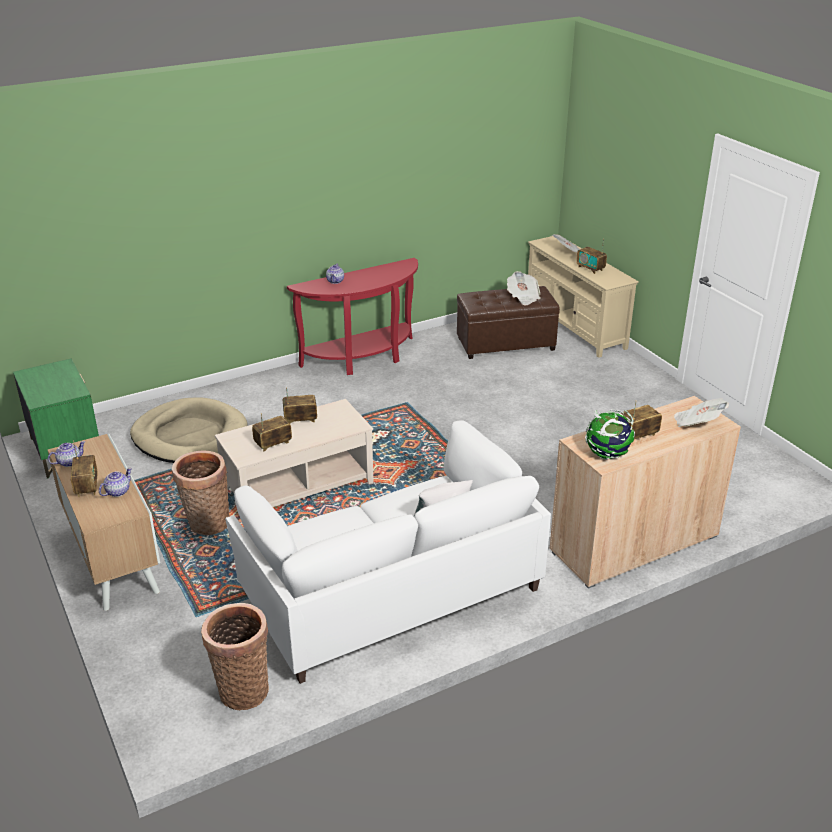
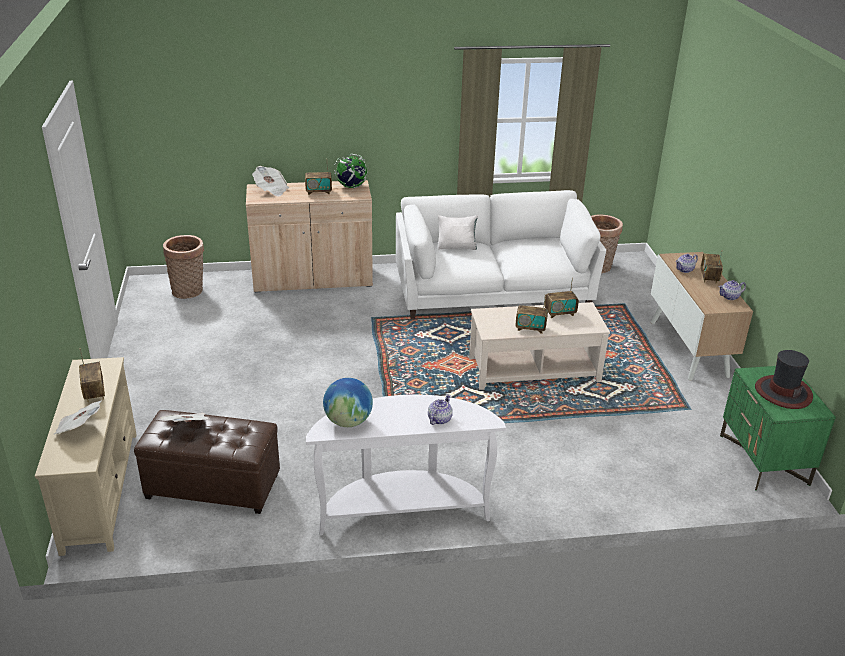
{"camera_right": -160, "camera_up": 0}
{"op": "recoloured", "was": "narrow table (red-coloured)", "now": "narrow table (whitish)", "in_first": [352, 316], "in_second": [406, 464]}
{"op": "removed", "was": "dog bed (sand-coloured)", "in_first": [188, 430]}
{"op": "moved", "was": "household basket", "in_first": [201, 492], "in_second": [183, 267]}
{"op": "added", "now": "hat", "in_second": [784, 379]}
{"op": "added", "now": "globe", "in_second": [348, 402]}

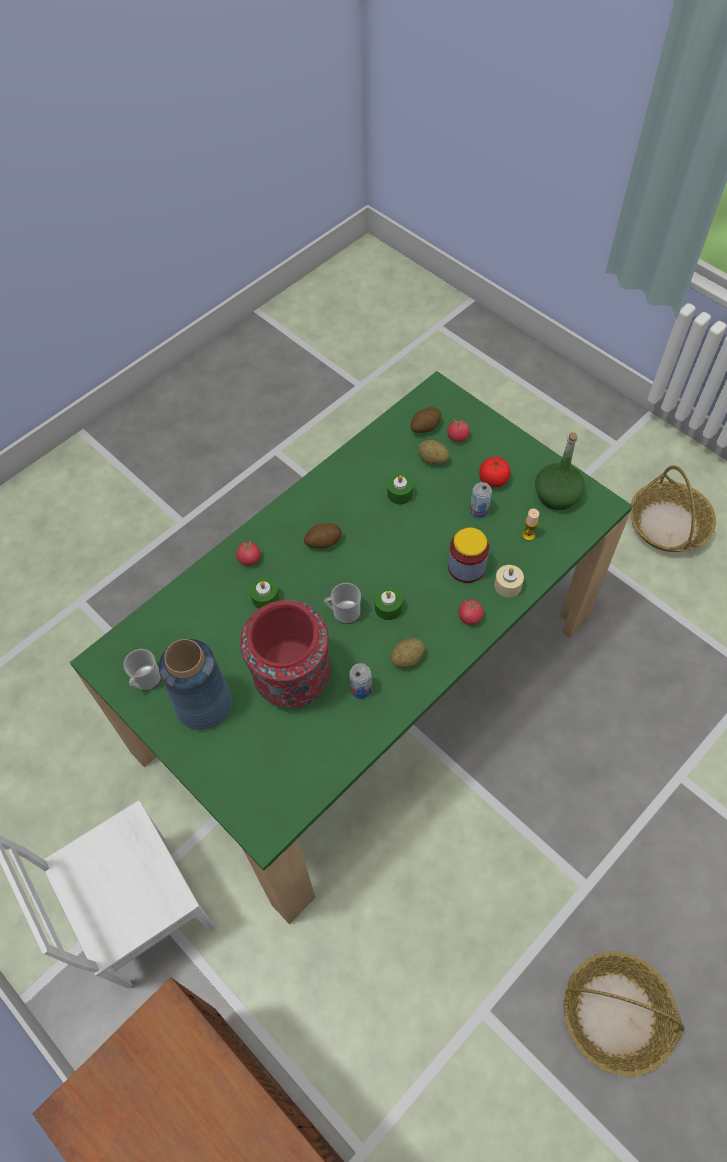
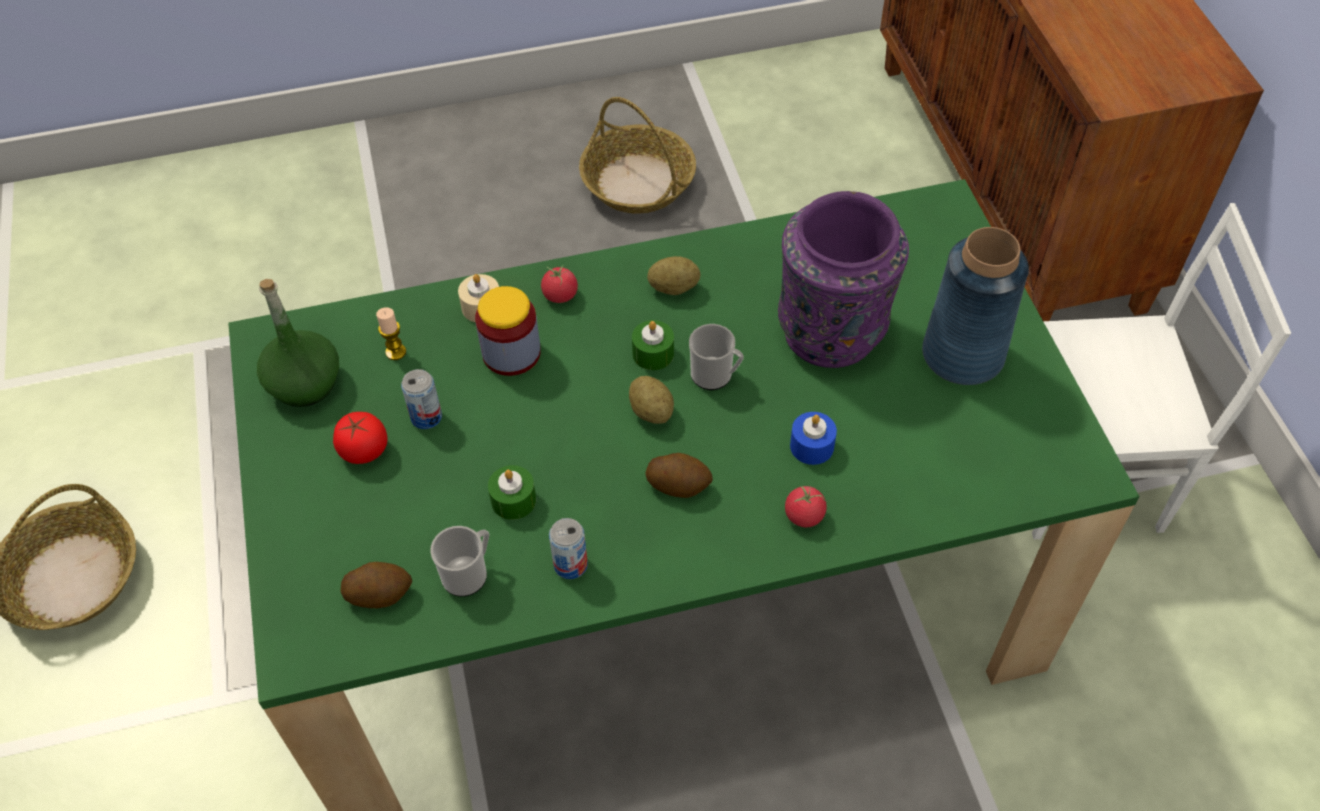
{"camera_right": -150, "camera_up": -5}
{"op": "removed", "was": "whole tomato", "in_first": [458, 430]}
{"op": "moved", "was": "whole potato", "in_first": [433, 452], "in_second": [651, 400]}
{"op": "recoloured", "was": "wax light (green-coloured)", "now": "wax light (blue-coloured)", "in_first": [264, 593], "in_second": [813, 438]}
{"op": "recoloured", "was": "flower vase (red-coloured)", "now": "flower vase (purple-coloured)", "in_first": [285, 654], "in_second": [843, 279]}
{"op": "moved", "was": "tea mug", "in_first": [142, 670], "in_second": [459, 561]}
{"op": "moved", "was": "metal can", "in_first": [360, 681], "in_second": [568, 548]}

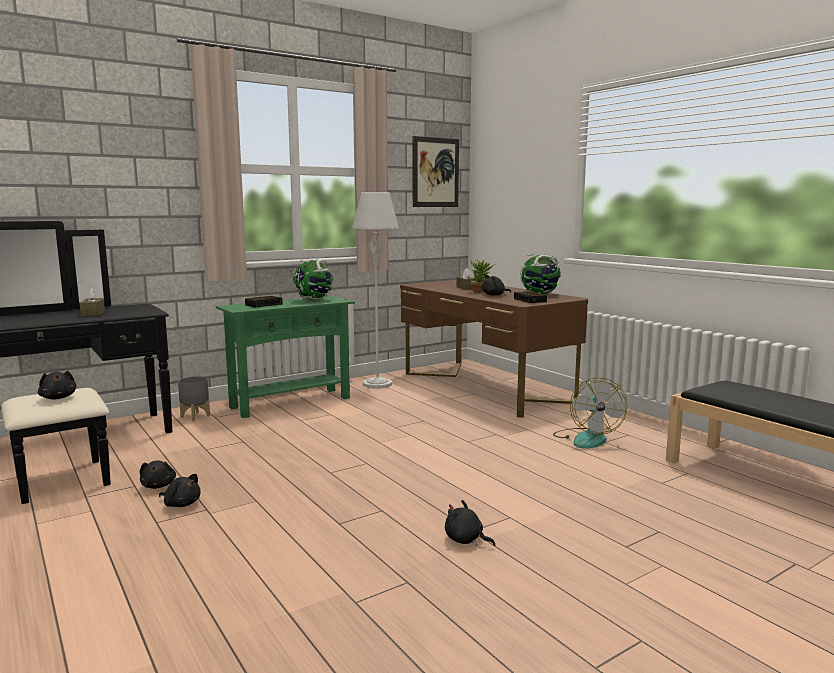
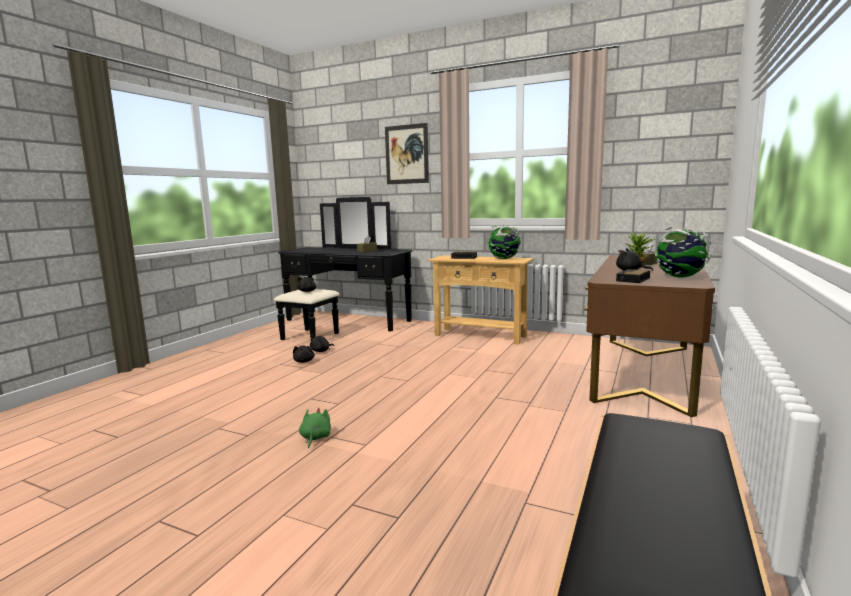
{"camera_right": 60, "camera_up": 0}
{"op": "moved", "was": "picture", "in_first": [436, 171], "in_second": [407, 153]}
{"op": "removed", "was": "standing lamp (greyish)", "in_first": [375, 290]}
{"op": "recoloured", "was": "narrow table (green-coloured)", "now": "narrow table (sand-coloured)", "in_first": [285, 357], "in_second": [480, 299]}
{"op": "removed", "was": "flower pot (greyish)", "in_first": [194, 398]}
{"op": "removed", "was": "fan", "in_first": [590, 413]}
{"op": "recoloured", "was": "soft toy (black)", "now": "soft toy (green-coloured)", "in_first": [470, 523], "in_second": [315, 428]}

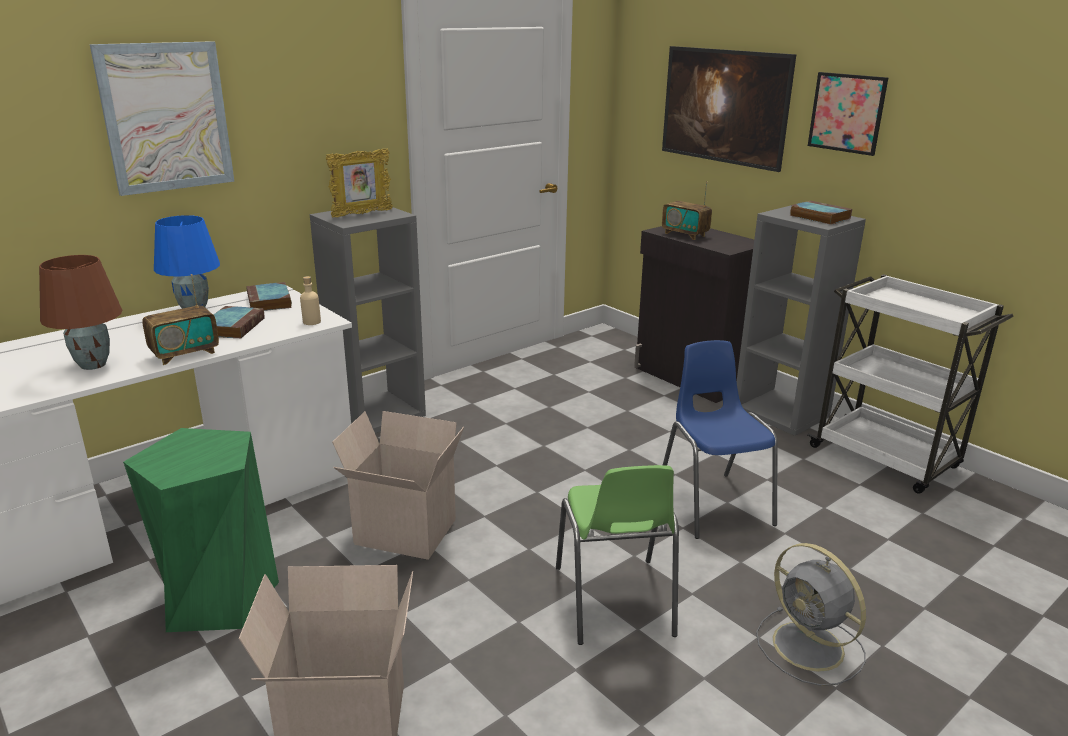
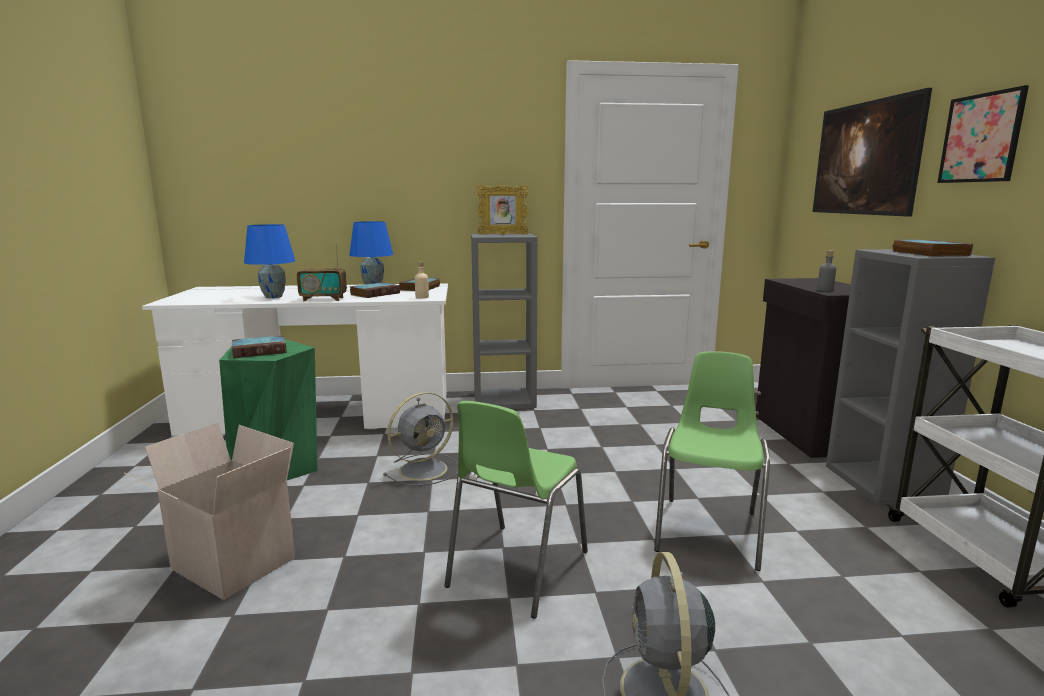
{"camera_right": 35, "camera_up": -10}
{"op": "removed", "was": "picture", "in_first": [162, 118]}
{"op": "removed", "was": "radio", "in_first": [687, 210]}
{"op": "recoloured", "was": "table lamp (brown)", "now": "table lamp (blue-coloured)", "in_first": [80, 312], "in_second": [269, 261]}
{"op": "recoloured", "was": "upright chair (blue-coloured)", "now": "upright chair (green-coloured)", "in_first": [720, 439], "in_second": [712, 461]}
{"op": "replaced", "was": "cardboard box", "now": "fan (greyish)", "in_first": [398, 485], "in_second": [420, 439]}
{"op": "added", "now": "beverage bottle (greyish)", "in_second": [826, 270]}
{"op": "added", "now": "book", "in_second": [259, 346]}

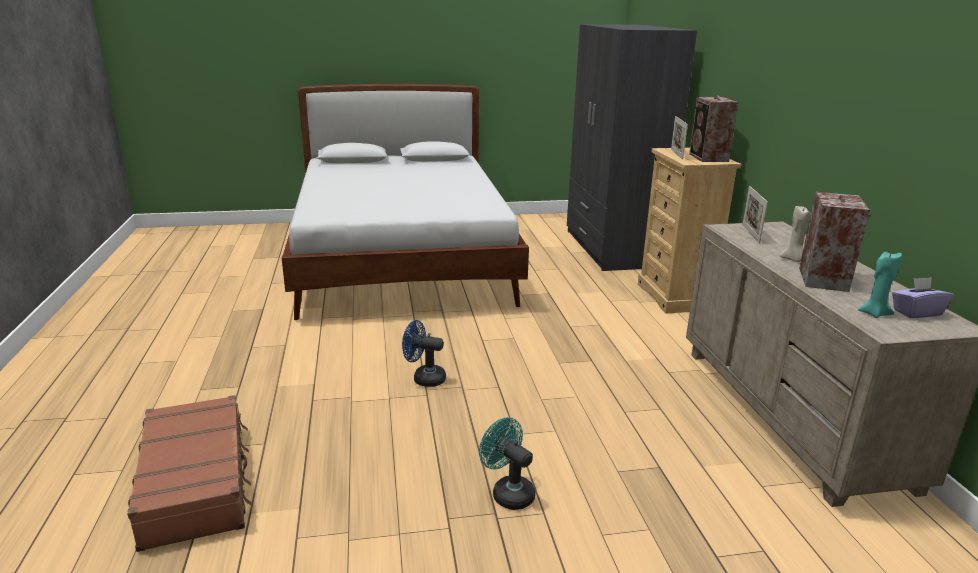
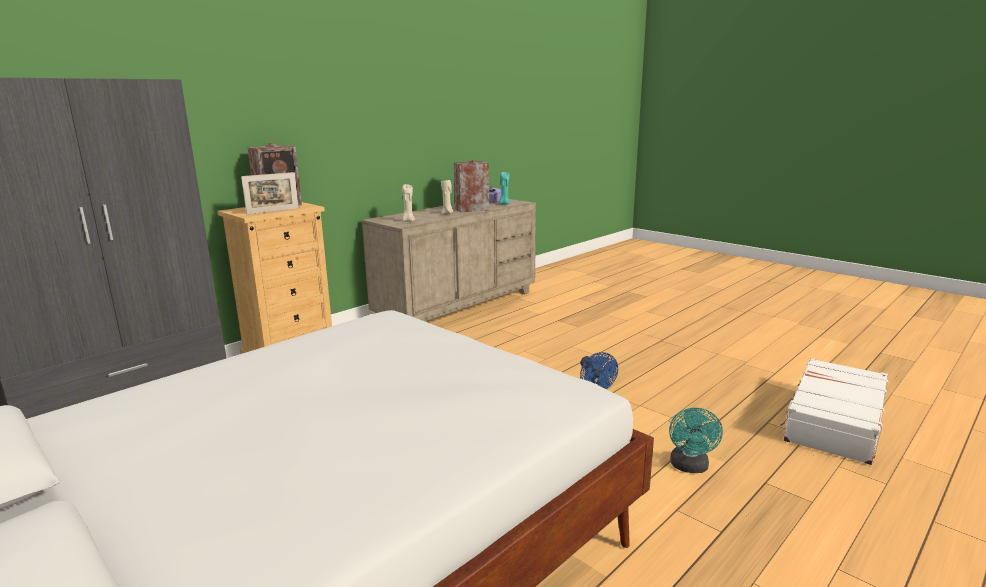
{"camera_right": -125, "camera_up": -5}
{"op": "replaced", "was": "photo frame", "now": "wax light (sand-coloured)", "in_first": [755, 215], "in_second": [408, 202]}
{"op": "recoloured", "was": "travel case (brown)", "now": "travel case (whitish)", "in_first": [189, 473], "in_second": [834, 411]}
{"op": "moved", "was": "fan (turquoise-coloured)", "in_first": [507, 463], "in_second": [696, 440]}

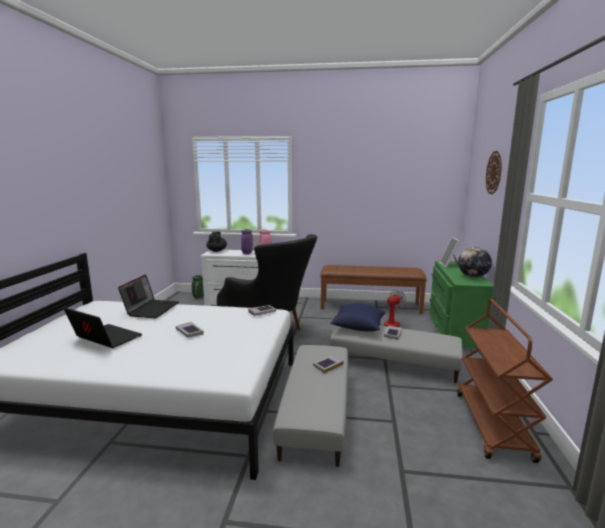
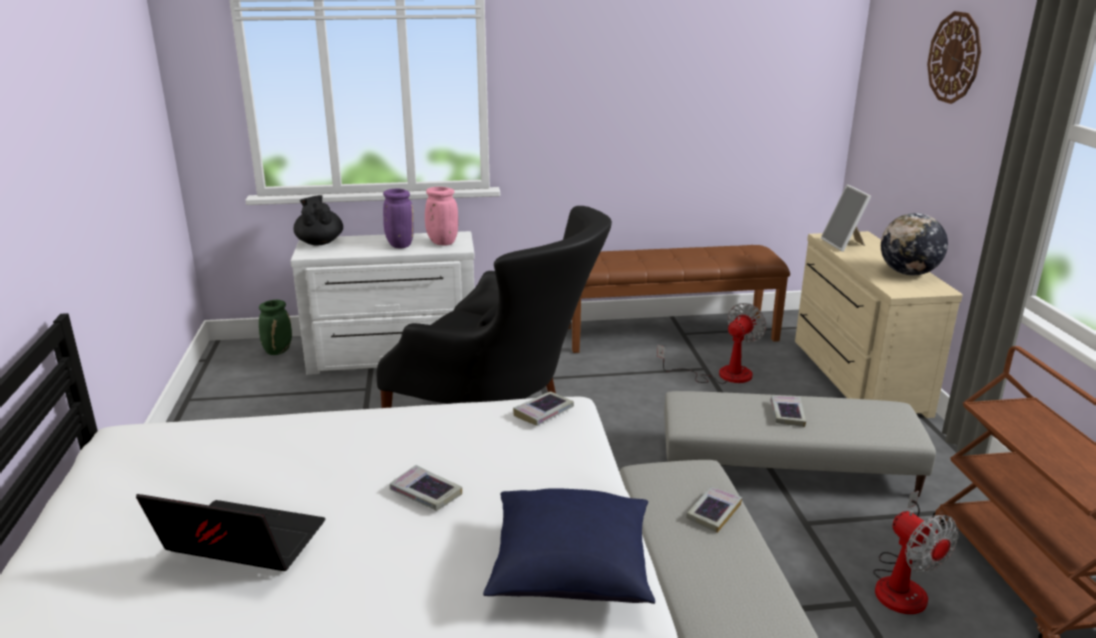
{"camera_right": -15, "camera_up": 10}
{"op": "recoloured", "was": "dresser (green-coloured)", "now": "dresser (sand-coloured)", "in_first": [461, 305], "in_second": [879, 324]}
{"op": "removed", "was": "portable computer", "in_first": [148, 296]}
{"op": "moved", "was": "pillow (blue-coloured)", "in_first": [358, 317], "in_second": [569, 546]}
{"op": "added", "now": "fan", "in_second": [916, 552]}

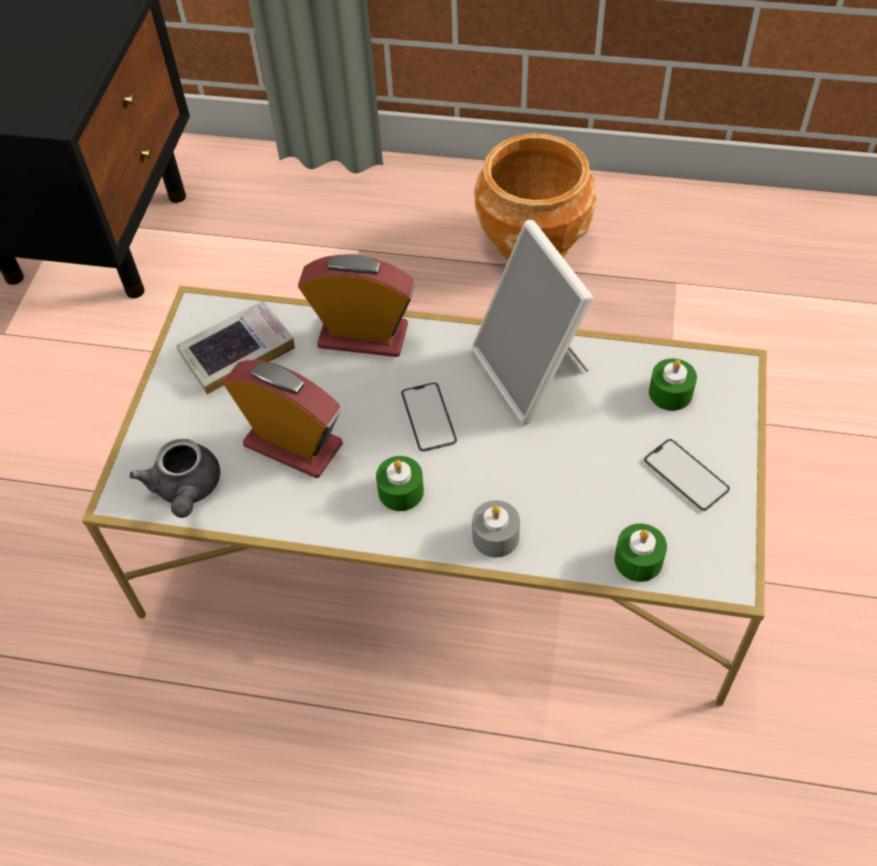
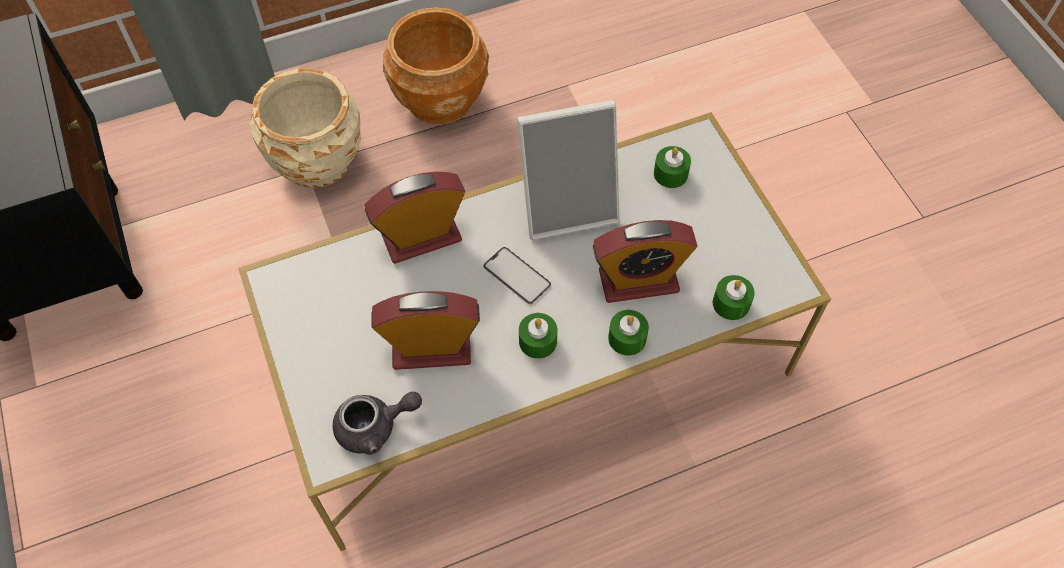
{"camera_right": -35, "camera_up": 5}
{"op": "turned", "was": "photo frame", "in_first": [533, 322], "in_second": [568, 170], "clockwise": -45}
{"op": "removed", "was": "book", "in_first": [235, 347]}
{"op": "turned", "was": "teapot (greyish)", "in_first": [175, 478], "in_second": [377, 423], "clockwise": -60}
{"op": "removed", "was": "phone", "in_first": [687, 475]}
{"op": "recoloured", "was": "wax light (greyish)", "now": "wax light (green-coloured)", "in_first": [496, 528], "in_second": [628, 333]}
{"op": "added", "now": "flower pot (sand-coloured)", "in_second": [305, 128]}
{"op": "added", "now": "bedside clock", "in_second": [645, 261]}

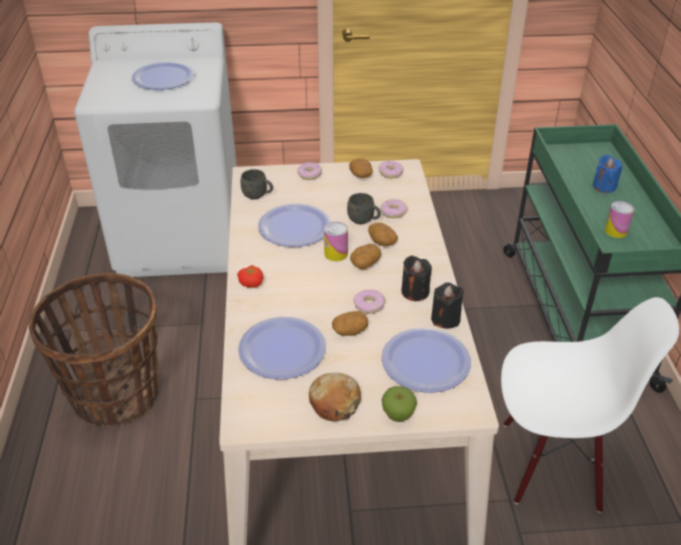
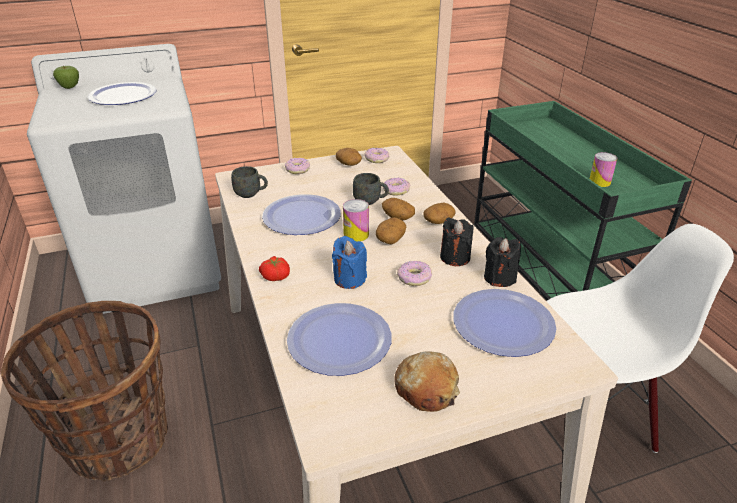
{"camera_right": -15, "camera_up": -5}
{"op": "moved", "was": "wax light (blue-coloured)", "in_first": [607, 174], "in_second": [349, 262]}
{"op": "moved", "was": "whole potato", "in_first": [350, 323], "in_second": [440, 213]}
{"op": "moved", "was": "apple", "in_first": [399, 404], "in_second": [66, 77]}

